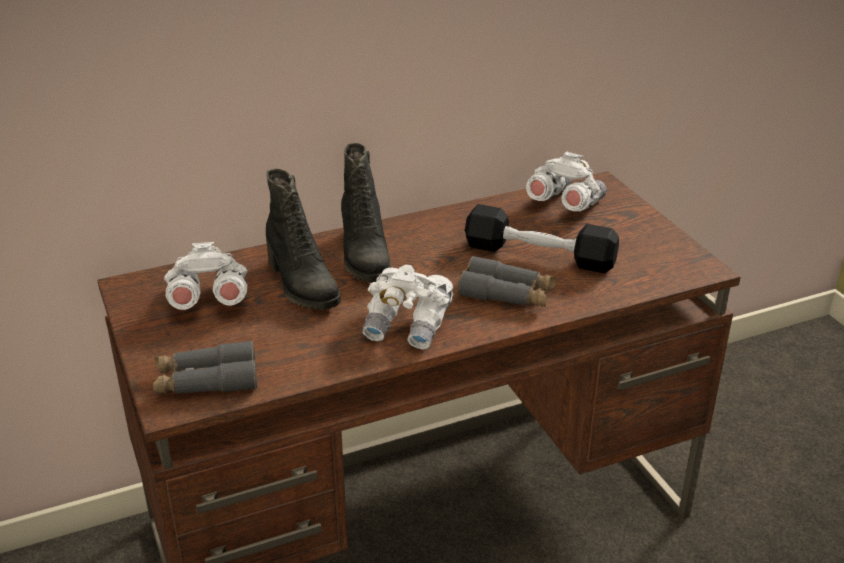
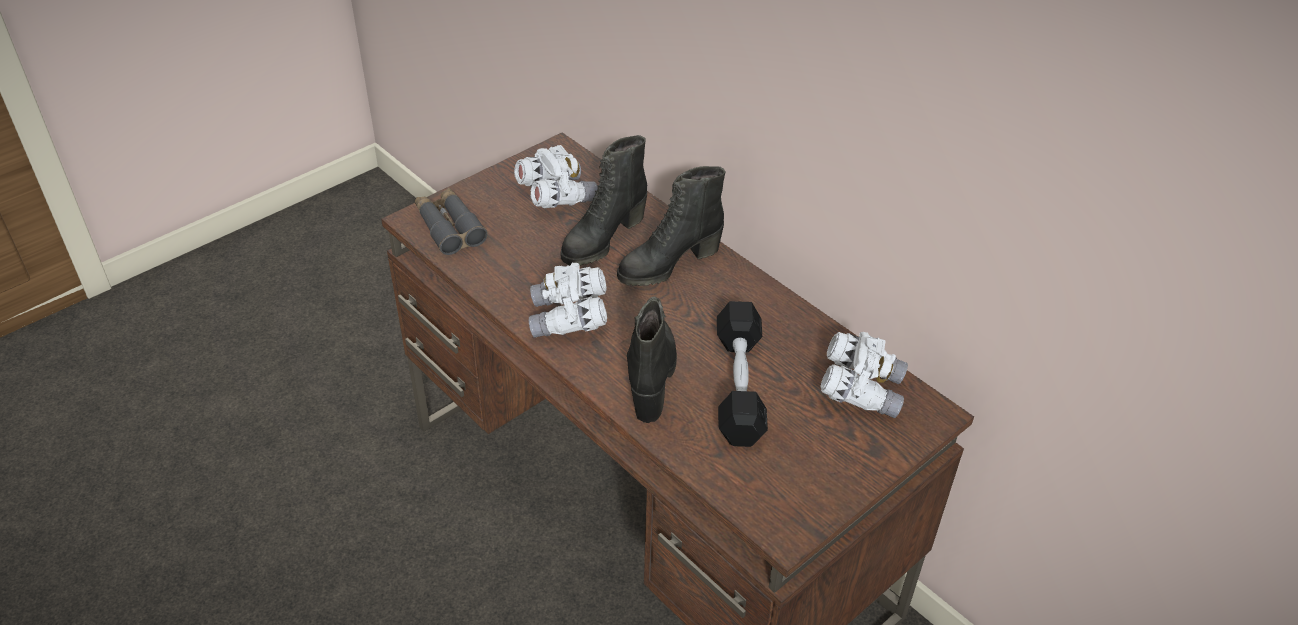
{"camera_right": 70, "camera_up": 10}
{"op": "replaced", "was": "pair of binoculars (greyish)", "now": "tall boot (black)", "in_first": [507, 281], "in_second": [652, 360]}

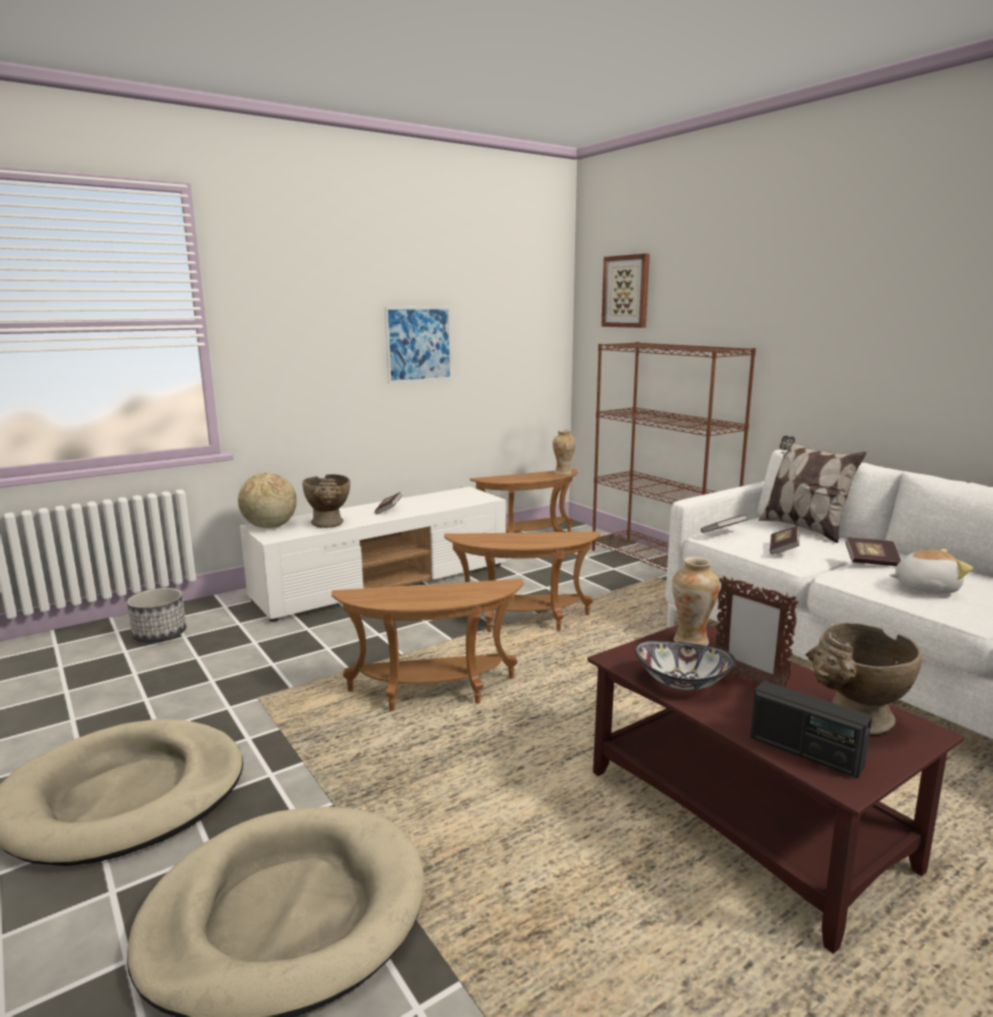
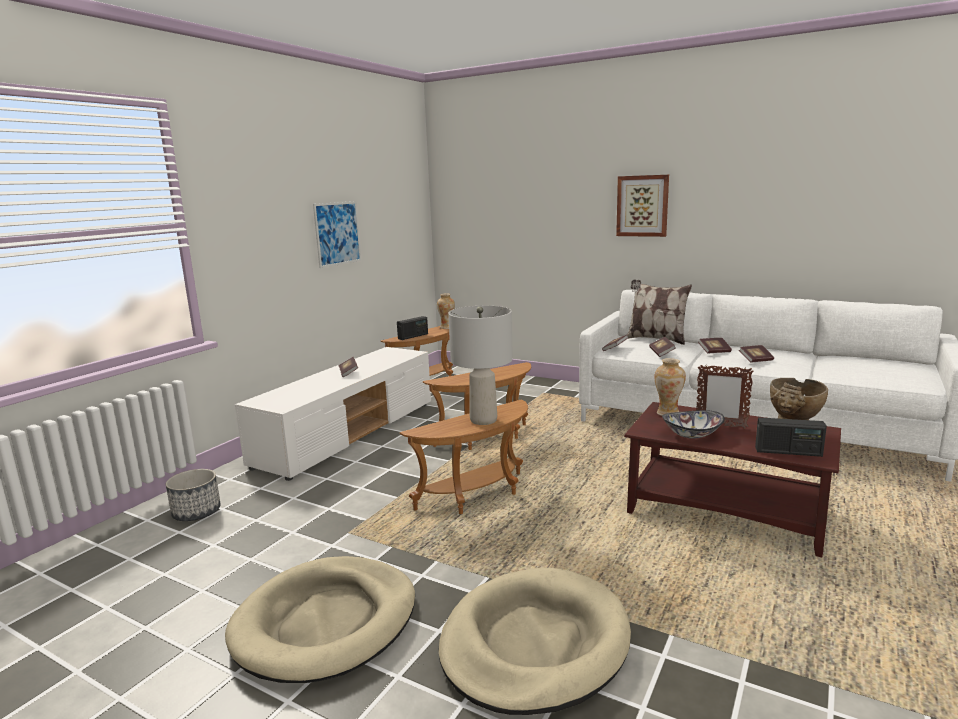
{"camera_right": -25, "camera_up": 0}
{"op": "moved", "was": "picture", "in_first": [625, 291], "in_second": [642, 206]}
{"op": "removed", "was": "bookshelf (brown)", "in_first": [674, 456]}
{"op": "removed", "was": "globe", "in_first": [267, 500]}
{"op": "removed", "was": "flower vase (sand-coloured)", "in_first": [326, 501]}
{"op": "replaced", "was": "soft toy", "now": "book", "in_first": [931, 571], "in_second": [756, 354]}
{"op": "added", "now": "table lamp (greyish)", "in_second": [480, 365]}
{"op": "added", "now": "radio", "in_second": [412, 328]}

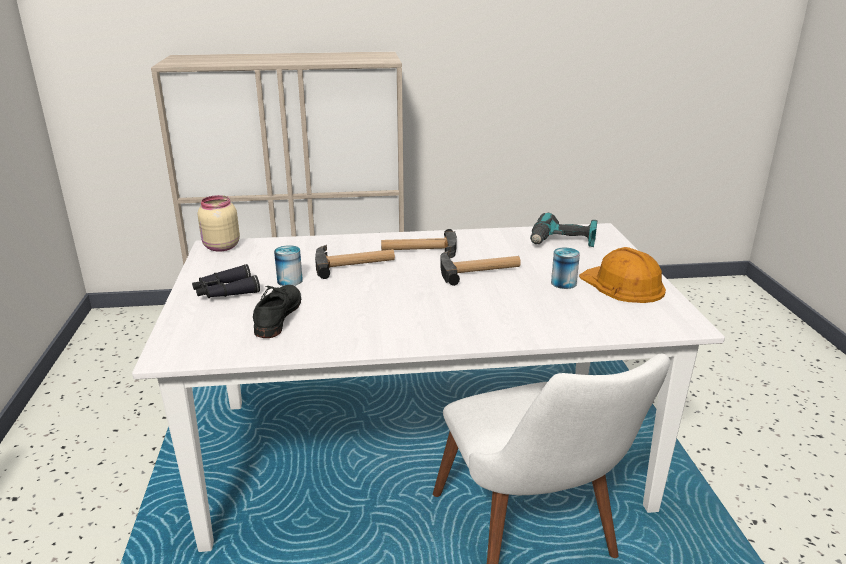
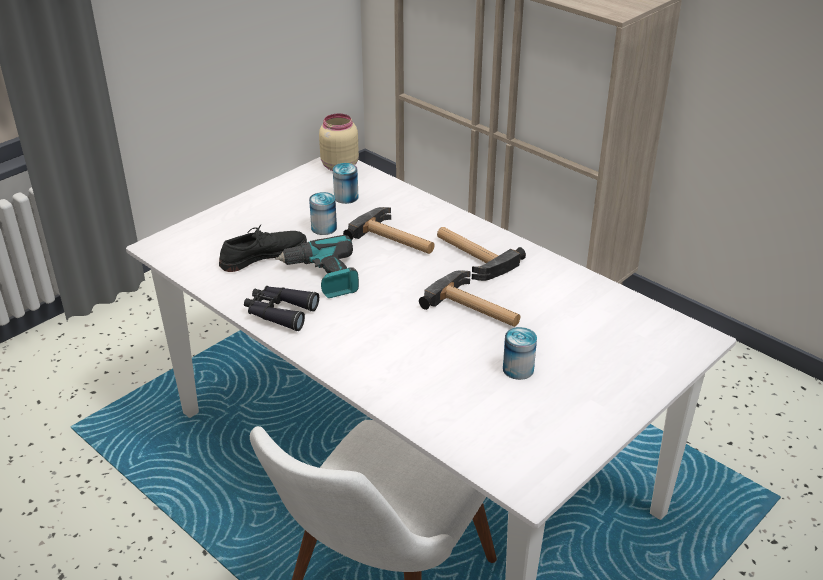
{"camera_right": 50, "camera_up": 10}
{"op": "moved", "was": "electric drill", "in_first": [563, 230], "in_second": [317, 266]}
{"op": "removed", "was": "work helmet (orange)", "in_first": [622, 275]}
{"op": "moved", "was": "pair of binoculars (black)", "in_first": [226, 281], "in_second": [281, 308]}
{"op": "added", "now": "metal can", "in_second": [345, 183]}

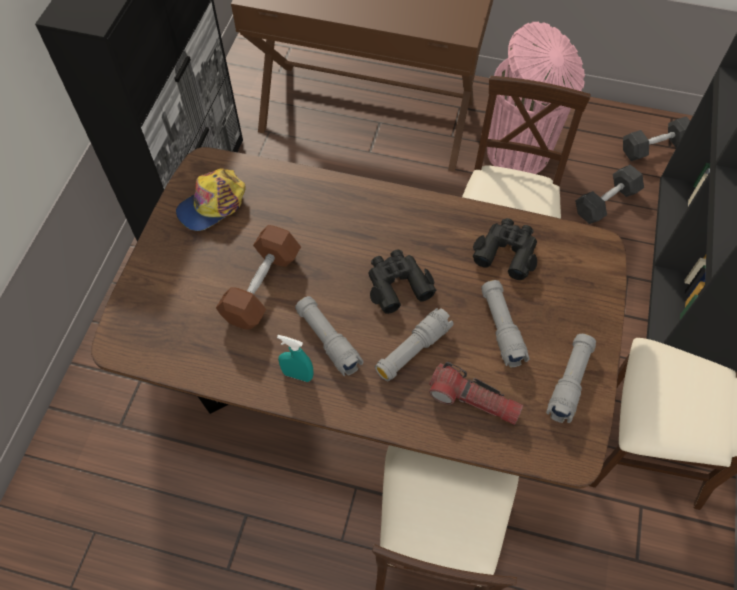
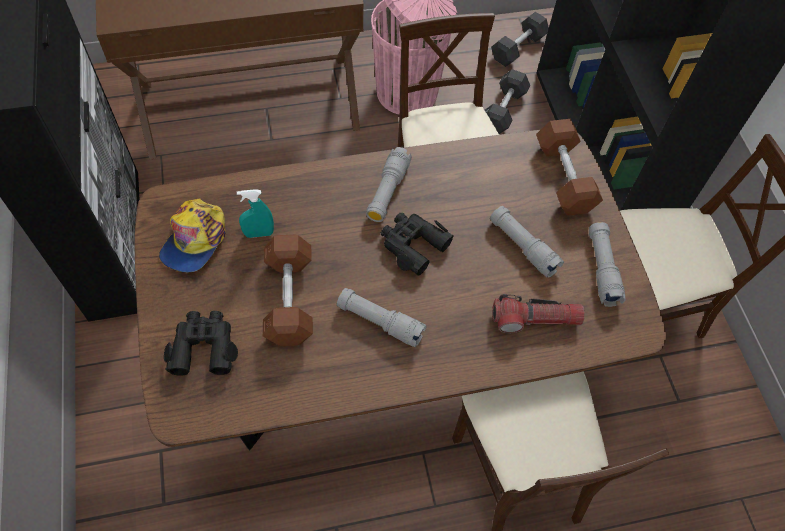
{"camera_right": -30, "camera_up": 0}
{"op": "moved", "was": "pair of binoculars (black)", "in_first": [505, 249], "in_second": [201, 343]}
{"op": "moved", "was": "flashlight (greyish)", "in_first": [414, 344], "in_second": [389, 184]}
{"op": "moved", "was": "hand sprayer (turquoise-coloured)", "in_first": [295, 358], "in_second": [255, 213]}
{"op": "added", "now": "dumbbell (brown)", "in_second": [569, 167]}

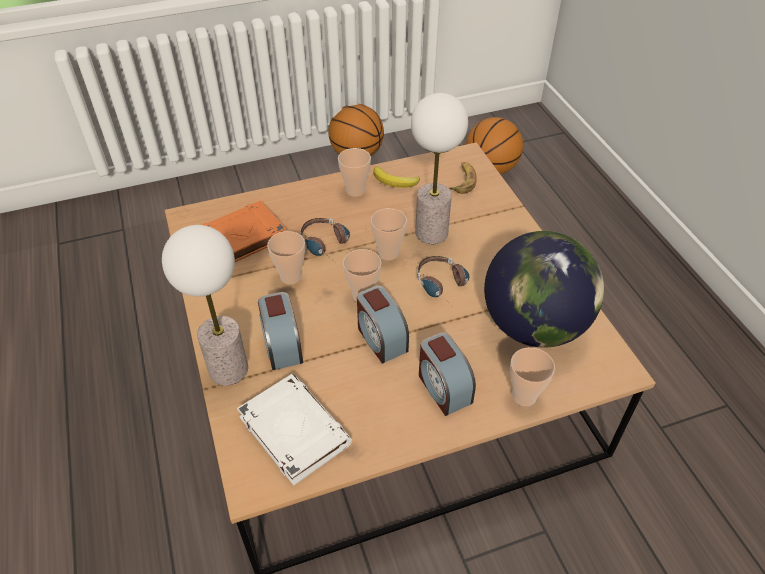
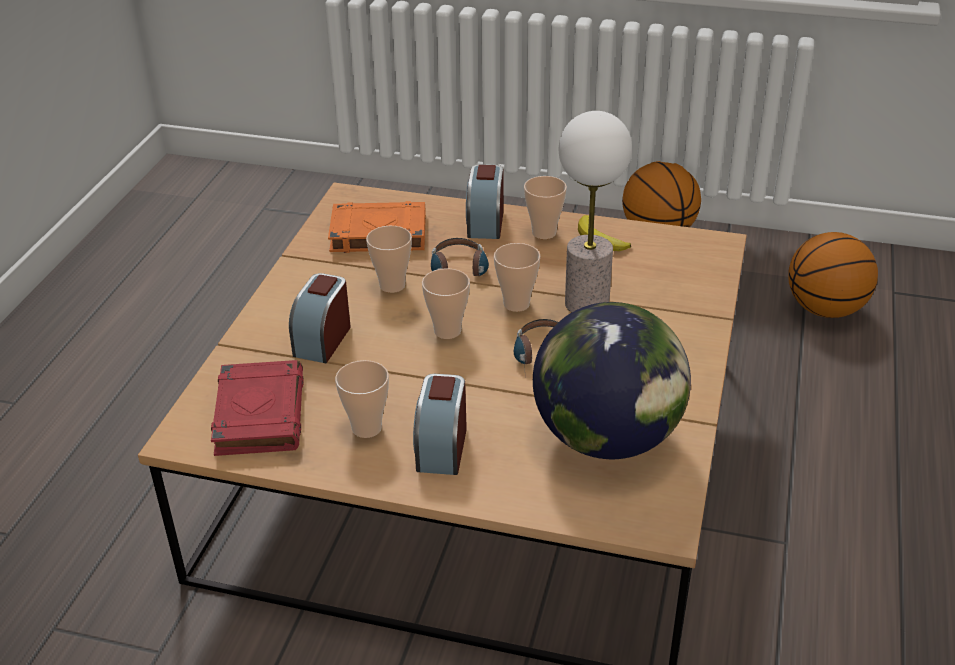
{"camera_right": 35, "camera_up": -10}
{"op": "removed", "was": "banana", "in_first": [463, 178]}
{"op": "removed", "was": "table lamp", "in_first": [205, 305]}
{"op": "moved", "was": "bedside clock", "in_first": [383, 325], "in_second": [485, 201]}
{"op": "moved", "was": "cup", "in_first": [532, 376], "in_second": [362, 399]}
{"op": "recoloured", "was": "book (whitish)", "now": "book (red-coloured)", "in_first": [294, 430], "in_second": [257, 408]}

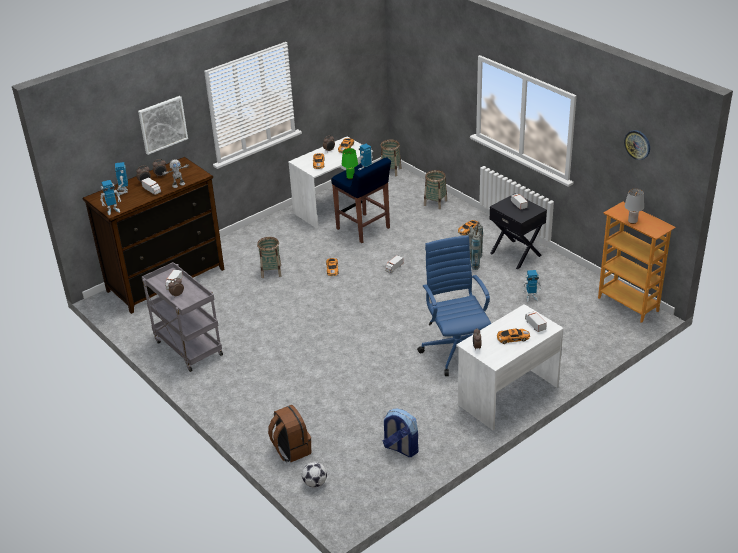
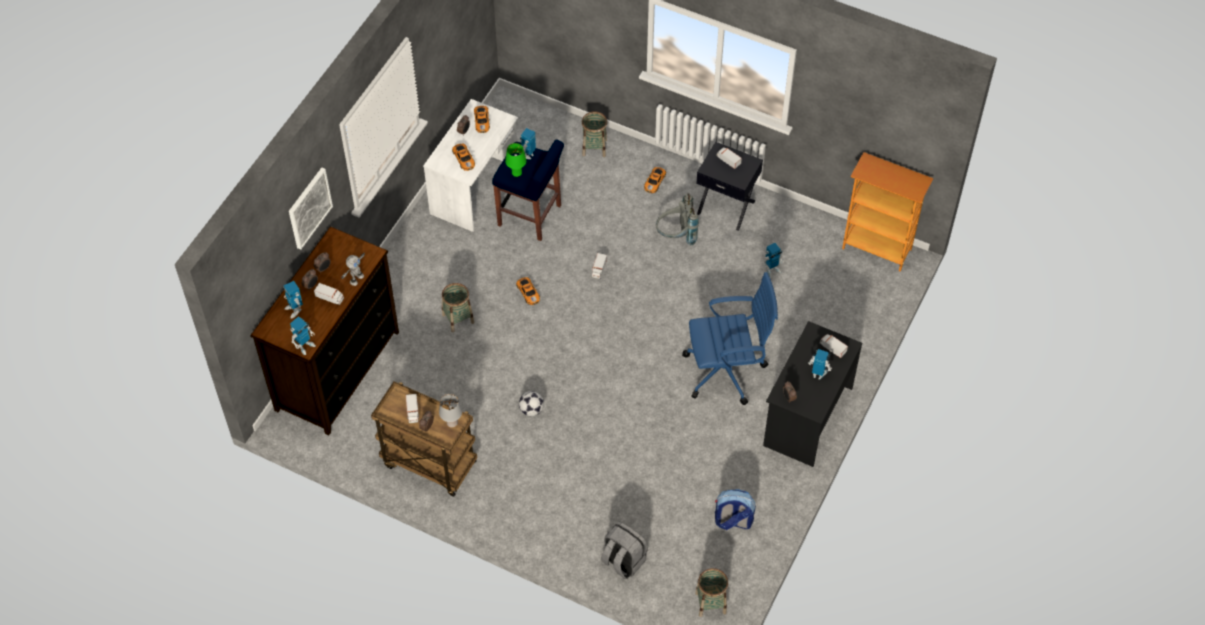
{"camera_right": -25, "camera_up": 20}
{"op": "removed", "was": "wall clock", "in_first": [637, 145]}
{"op": "moved", "was": "household basket", "in_first": [390, 158], "in_second": [711, 592]}
{"op": "moved", "was": "table lamp (greyish)", "in_first": [634, 206], "in_second": [450, 411]}
{"op": "turned", "was": "desk chair (blue-coloured)", "in_first": [454, 306], "in_second": [730, 338], "clockwise": 120}
{"op": "recoloured", "was": "wheeled cart (greyish)", "now": "wheeled cart (brown)", "in_first": [182, 317], "in_second": [424, 439]}
{"op": "recoloured", "was": "desk unit (whitish)", "now": "desk unit (black)", "in_first": [510, 367], "in_second": [812, 394]}
{"op": "replaced", "was": "miniature car", "now": "toy robot", "in_first": [513, 336], "in_second": [820, 364]}
{"op": "recoloured", "was": "knapsack (brown)", "now": "knapsack (greyish)", "in_first": [289, 433], "in_second": [624, 550]}
{"op": "moved", "was": "football", "in_first": [314, 475], "in_second": [531, 404]}

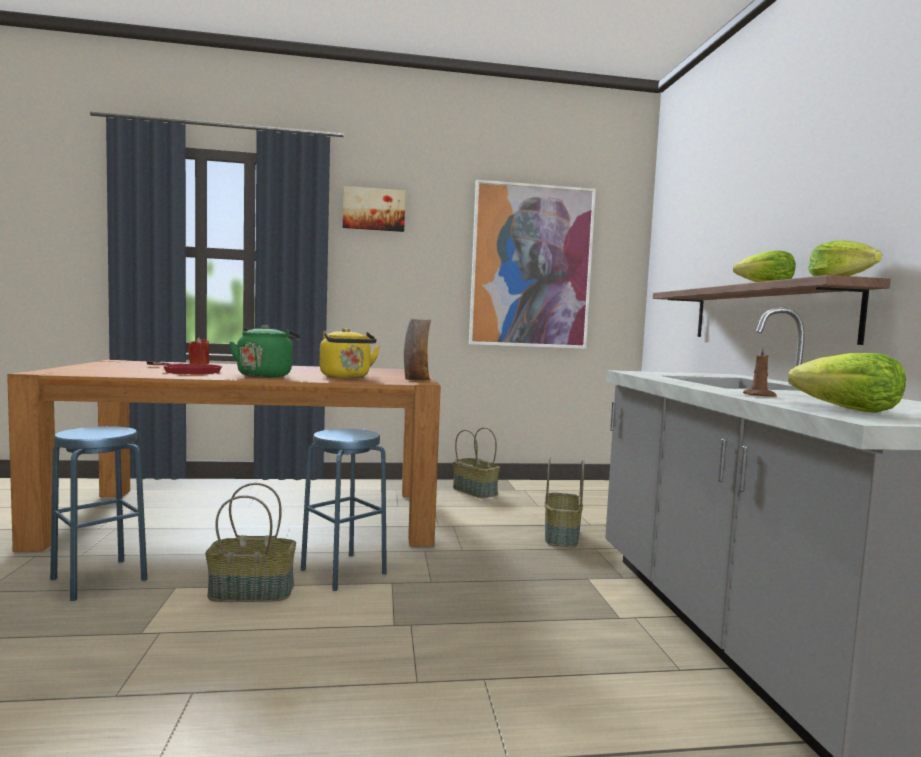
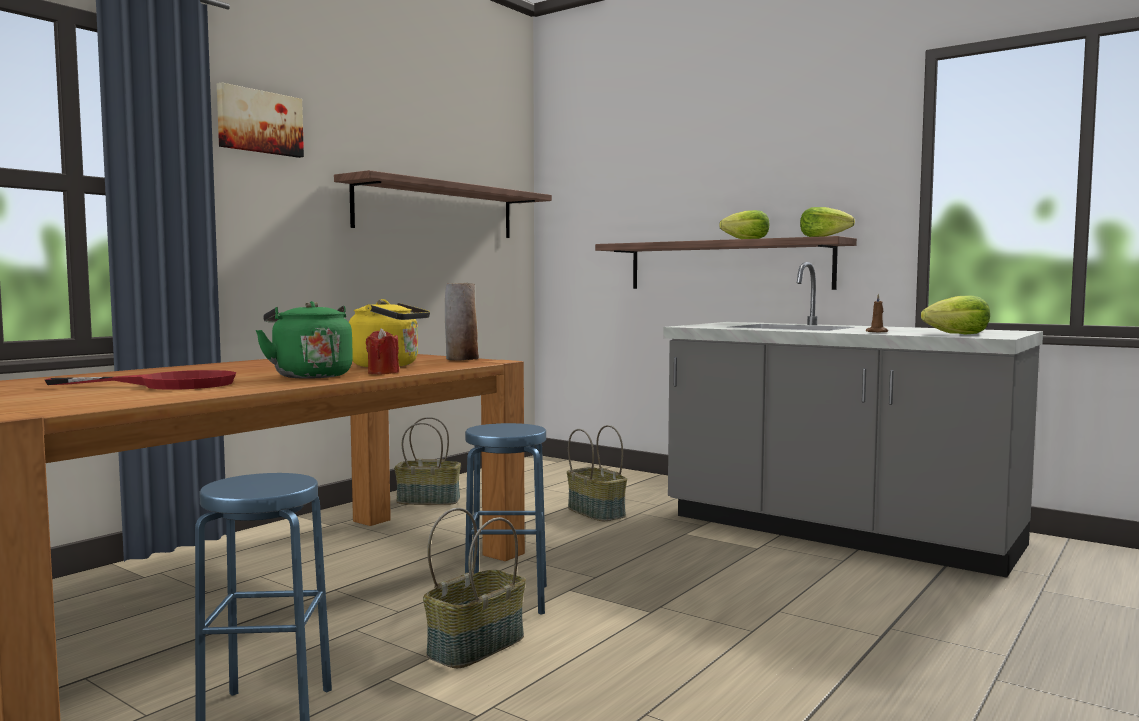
{"camera_right": -45, "camera_up": 0}
{"op": "replaced", "was": "picture", "now": "wall shelf", "in_first": [532, 264], "in_second": [443, 204]}
{"op": "moved", "was": "wax light (red-coloured)", "in_first": [198, 350], "in_second": [382, 351]}

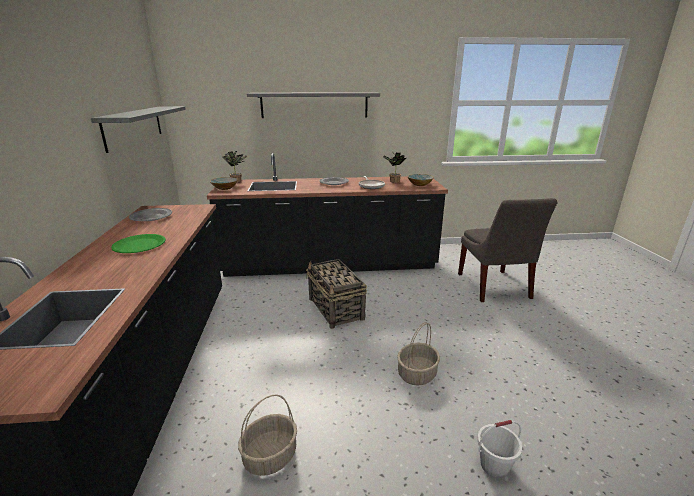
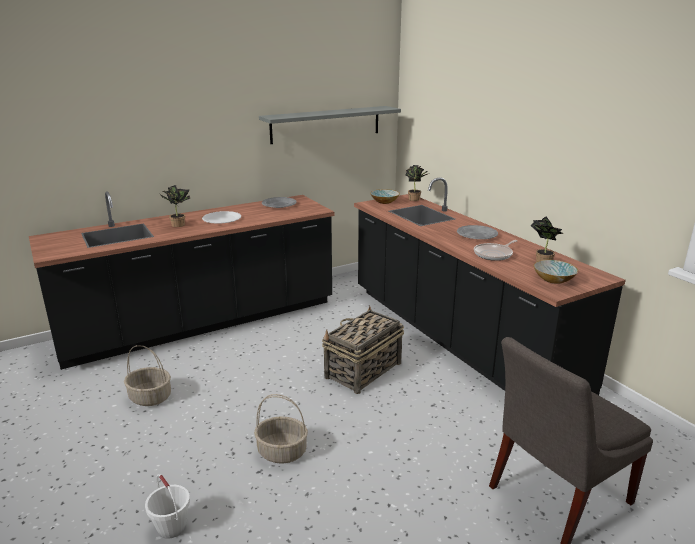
{"camera_right": 65, "camera_up": 0}
{"op": "removed", "was": "wall shelf (greyish)", "in_first": [313, 105]}
{"op": "recoloured", "was": "dinner plate (green-coloured)", "now": "dinner plate (whitish)", "in_first": [138, 243], "in_second": [221, 217]}
{"op": "added", "now": "potted plant", "in_second": [175, 206]}

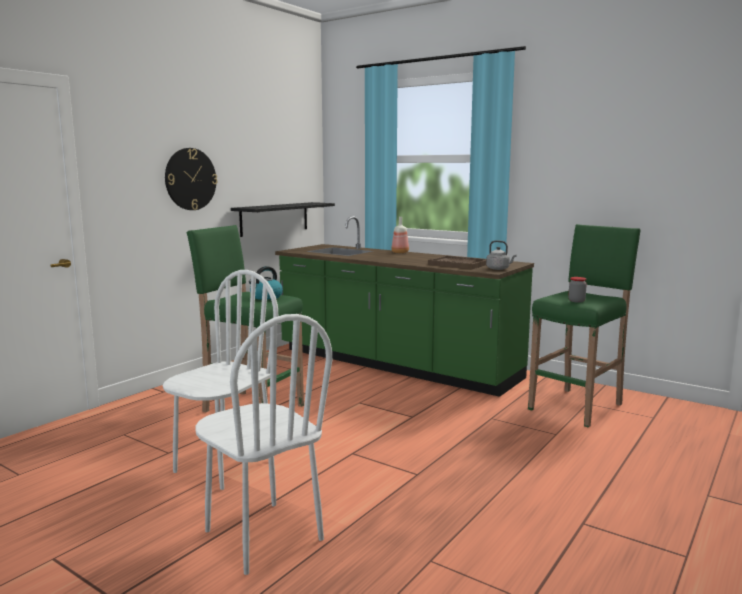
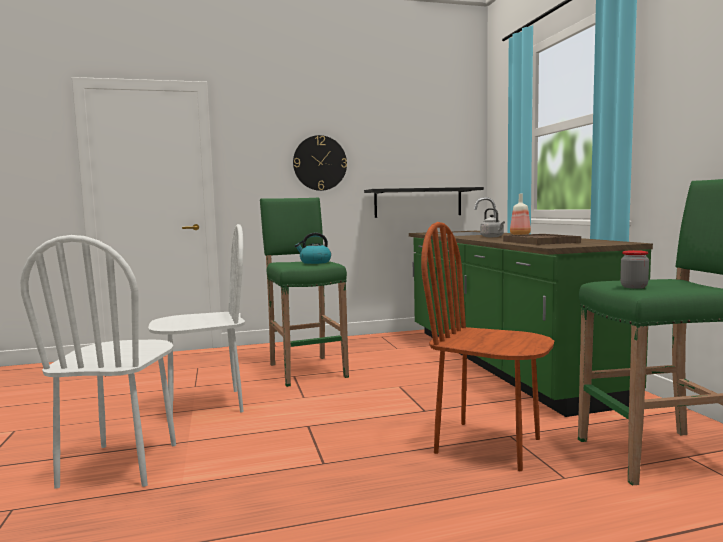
{"camera_right": 40, "camera_up": -5}
{"op": "moved", "was": "kettle (greyish)", "in_first": [501, 255], "in_second": [492, 222]}
{"op": "added", "now": "upright chair (brown)", "in_second": [487, 346]}

